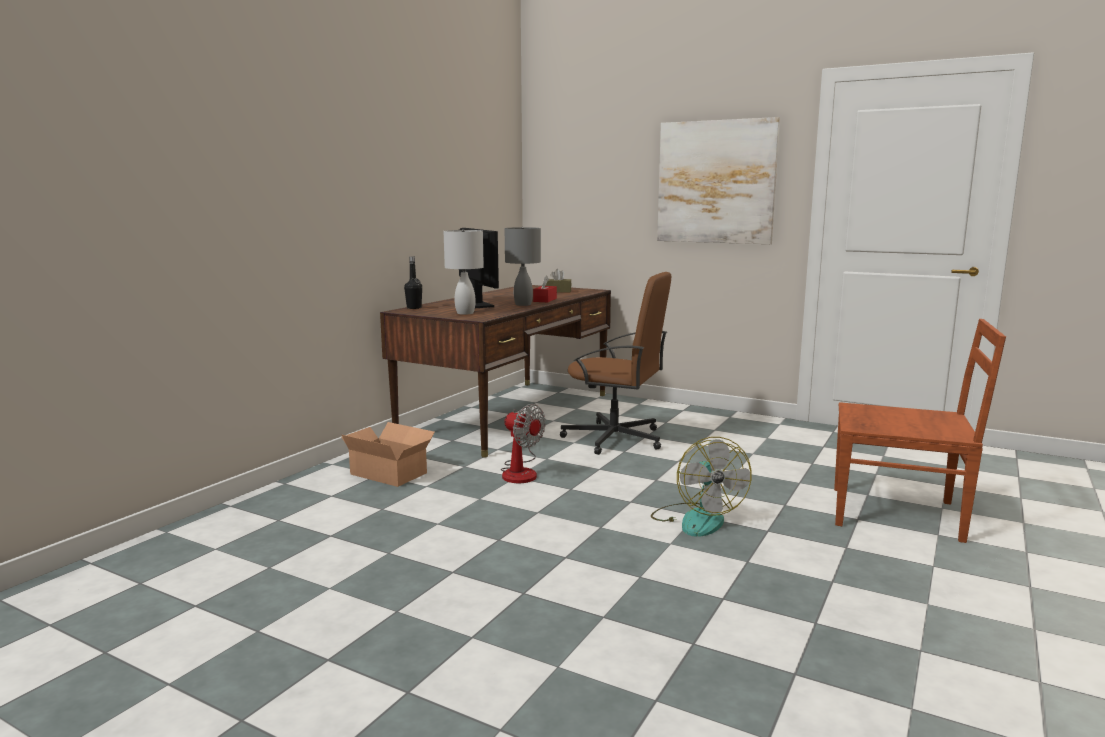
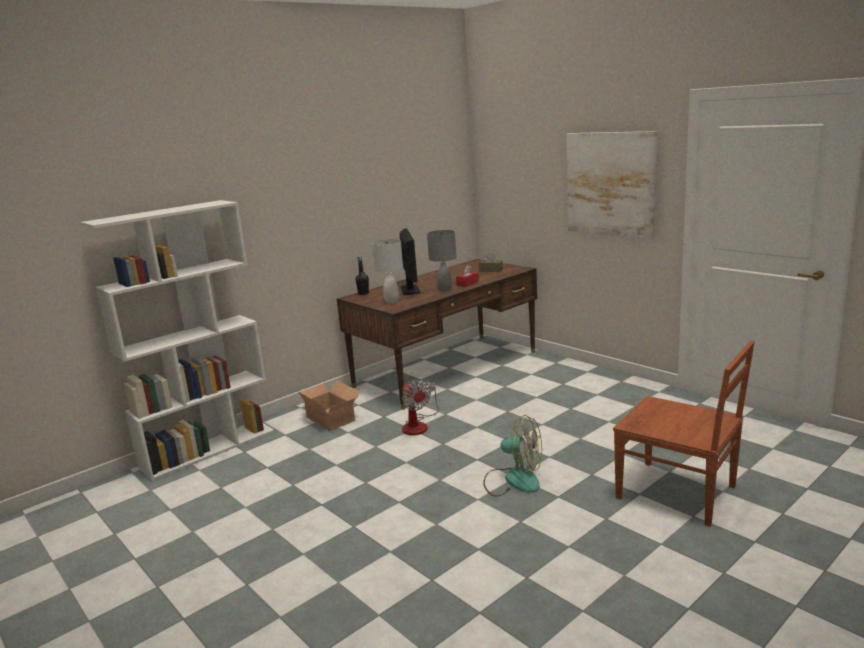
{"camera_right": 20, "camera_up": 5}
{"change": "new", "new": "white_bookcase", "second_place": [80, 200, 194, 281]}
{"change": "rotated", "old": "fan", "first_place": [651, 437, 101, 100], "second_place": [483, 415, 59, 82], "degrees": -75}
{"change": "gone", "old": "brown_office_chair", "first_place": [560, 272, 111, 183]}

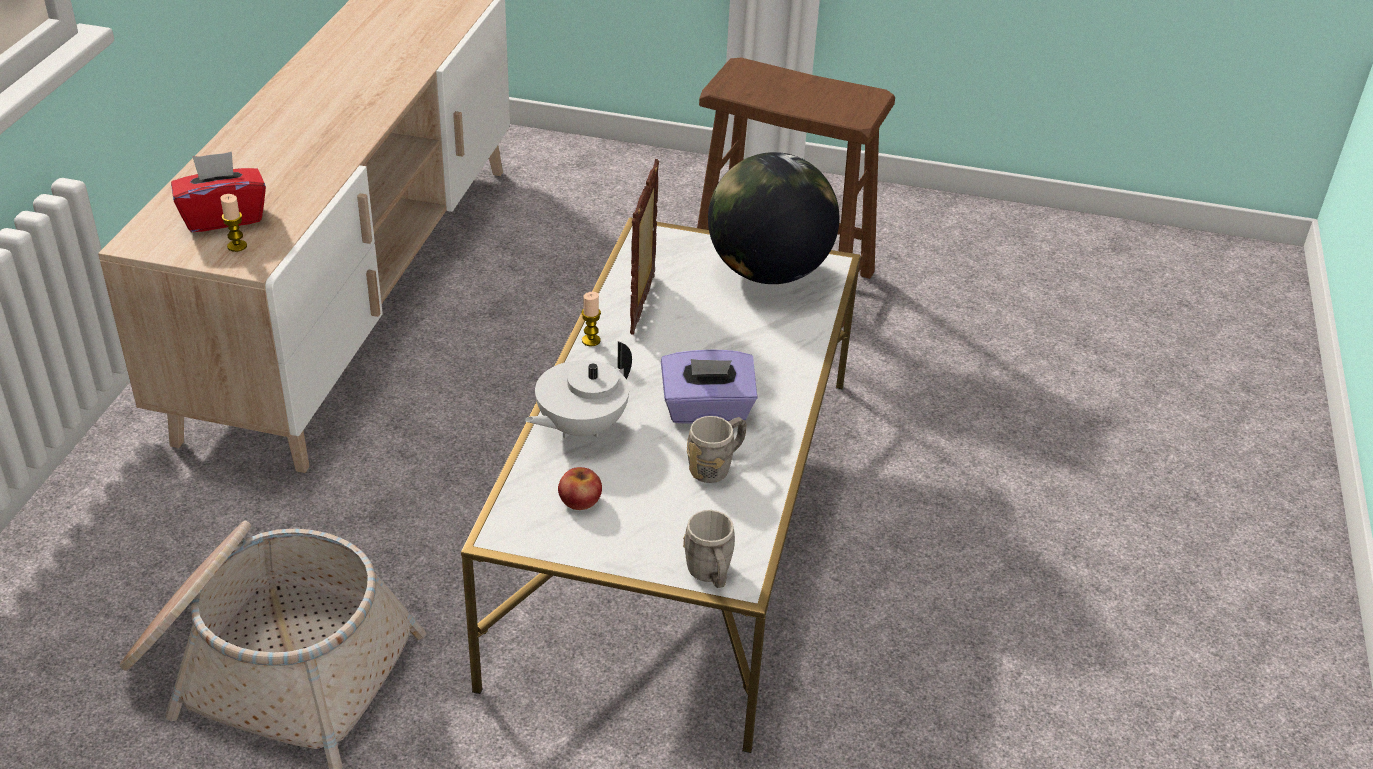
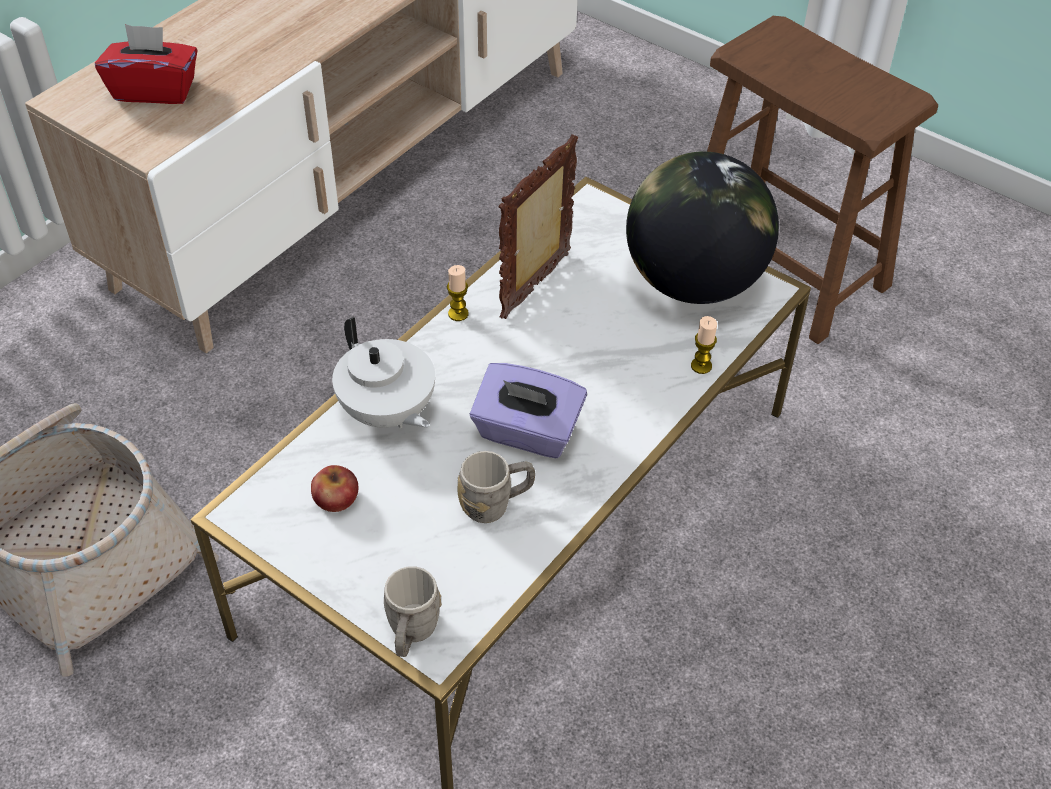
{"camera_right": 25, "camera_up": 10}
{"change": "rotated", "old": "white_teapot", "first_place": [525, 341, 107, 97], "second_place": [332, 317, 103, 111], "degrees": -105}
{"change": "shifted", "old": "candle", "first_place": [220, 194, 27, 58], "second_place": [691, 316, 26, 58]}

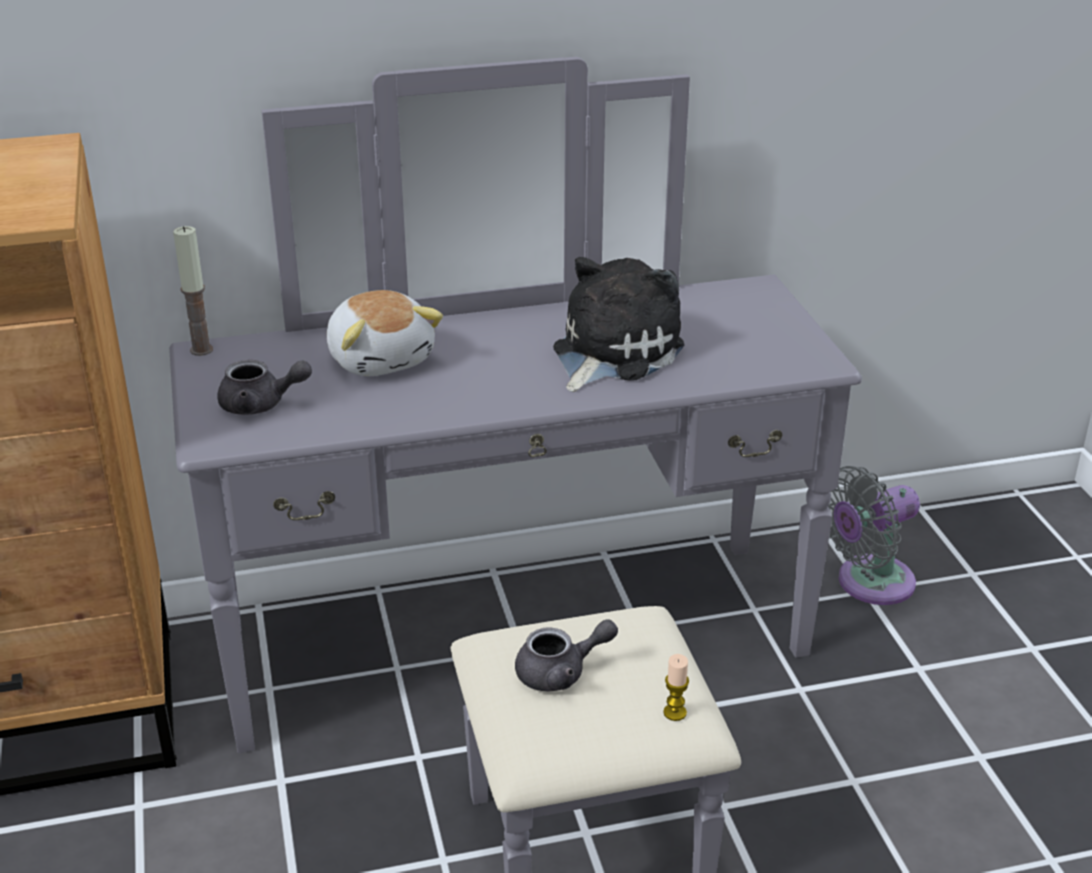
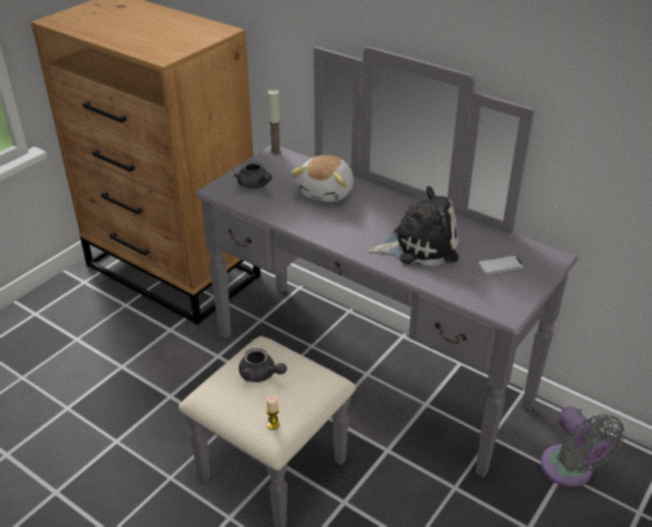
{"camera_right": 50, "camera_up": 5}
{"change": "new", "new": "phone", "second_place": [477, 255, 47, 20]}
{"change": "rotated", "old": "grey_fan", "first_place": [828, 466, 92, 139], "second_place": [541, 406, 84, 81], "degrees": -135}

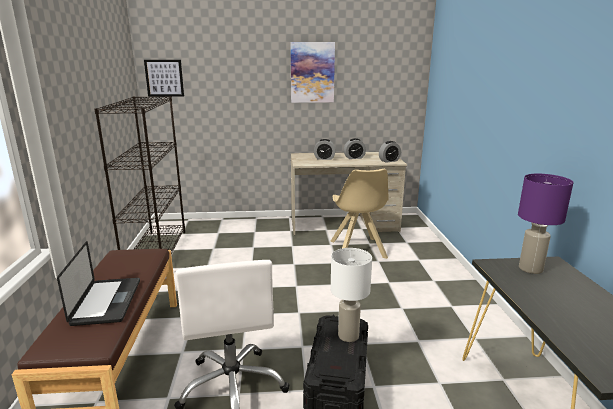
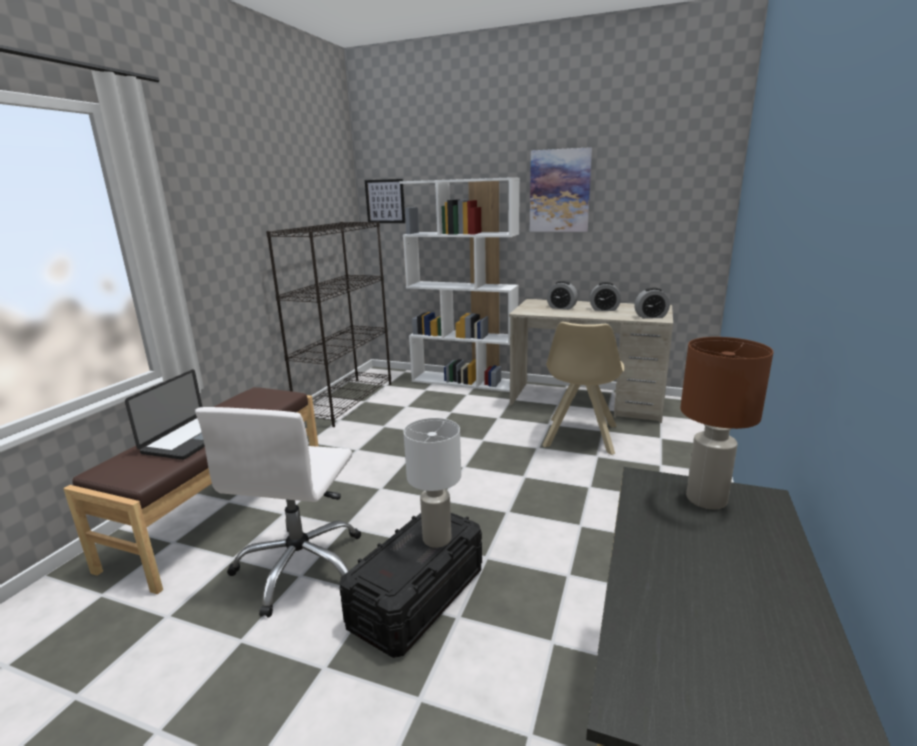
{"camera_right": 25, "camera_up": 0}
{"change": "new", "new": "white_bookcase", "second_place": [399, 177, 121, 215]}
{"change": "repainted", "old": "purple_table_lamp", "new": "brown_table_lamp", "first_place": [518, 174, 55, 100], "second_place": [680, 337, 93, 172]}

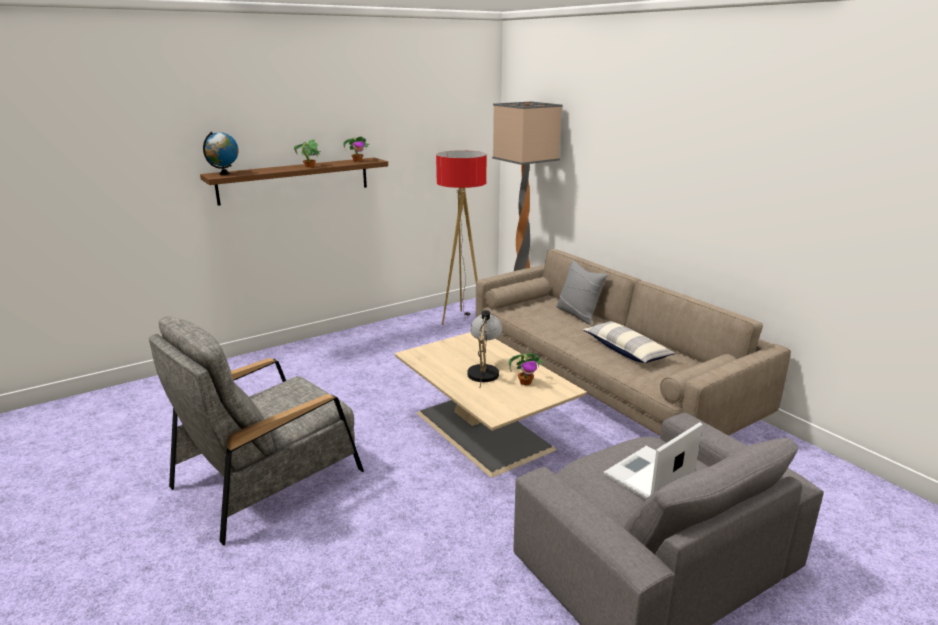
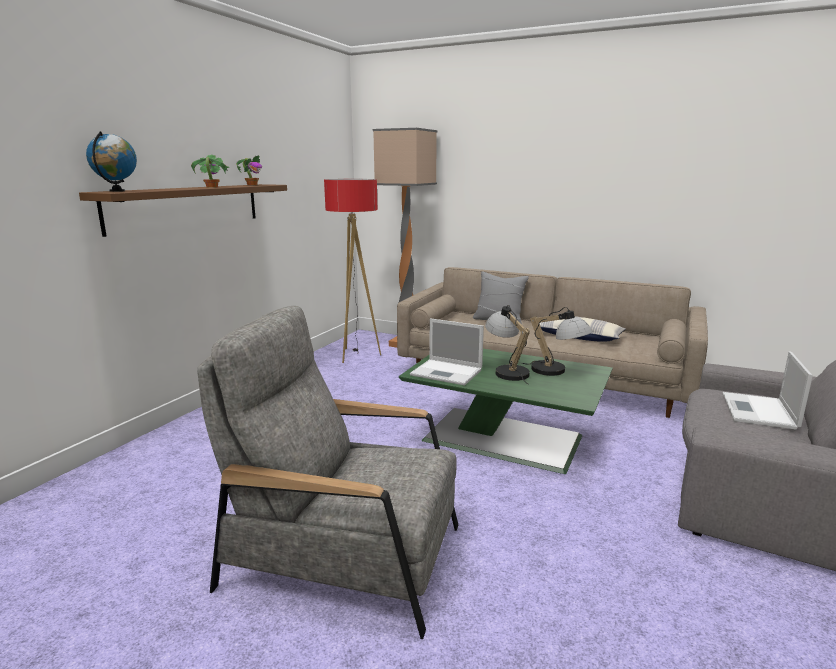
{"camera_right": -30, "camera_up": -5}
{"change": "rotated", "old": "grey_armchair", "first_place": [149, 316, 215, 230], "second_place": [197, 306, 261, 333], "degrees": 90}
{"change": "repainted", "old": "beige_coffee_table", "new": "green_coffee_table", "first_place": [394, 332, 193, 146], "second_place": [399, 349, 214, 125]}
{"change": "new", "new": "laptop", "second_place": [410, 318, 74, 68]}
{"change": "swapped", "old": "potted_plant", "new": "table_lamp", "first_place": [508, 353, 36, 32], "second_place": [522, 307, 70, 69]}

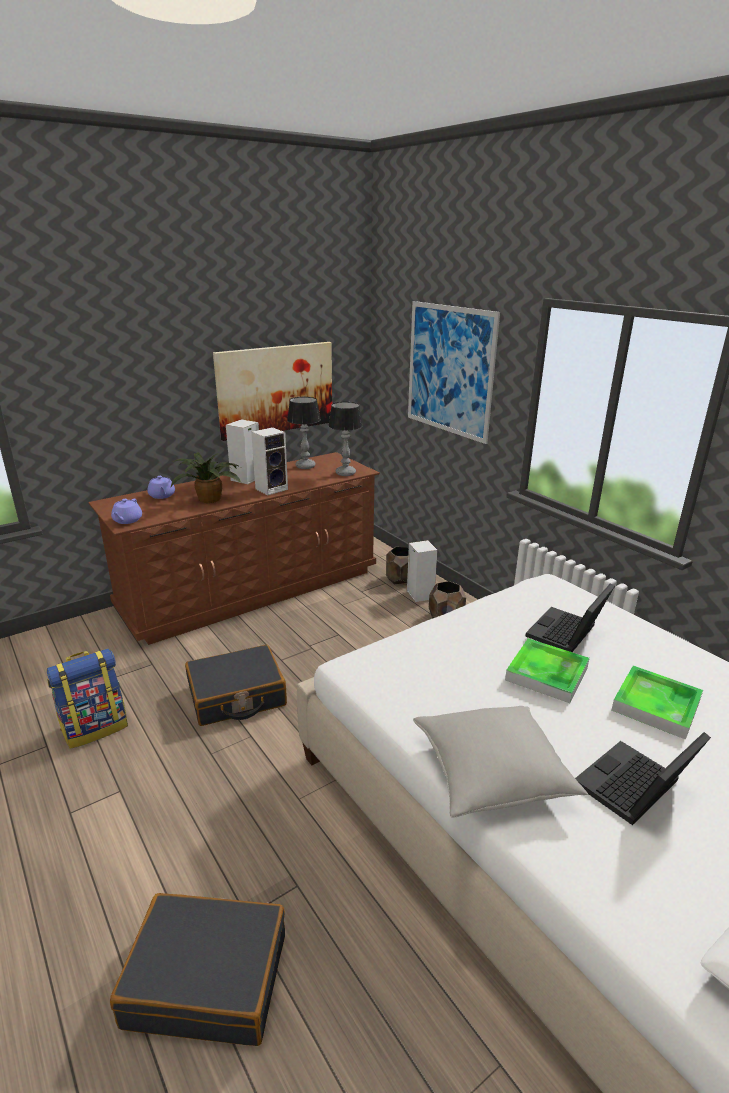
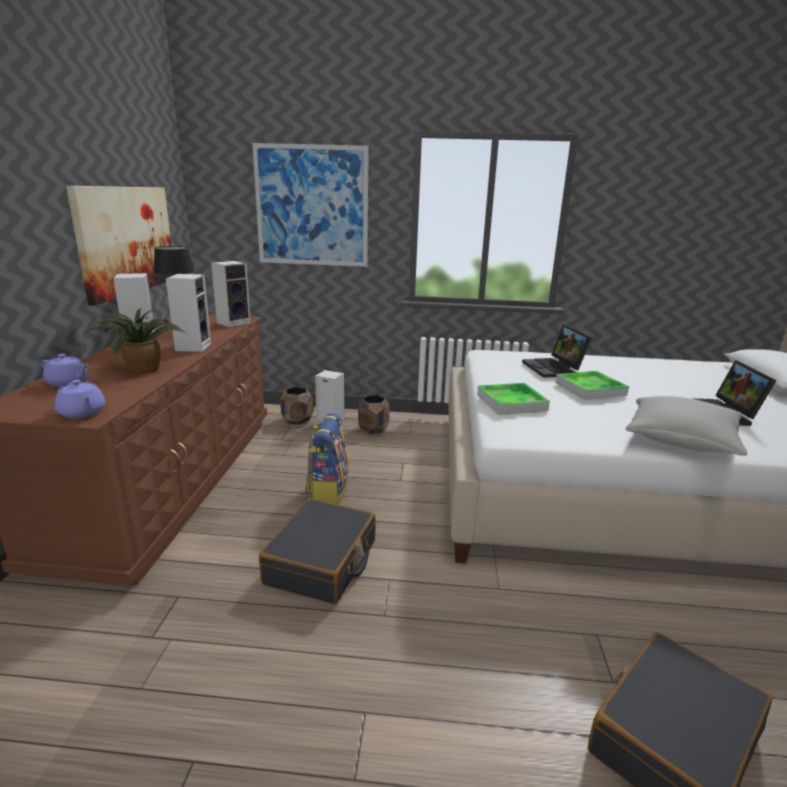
{"camera_right": -50, "camera_up": -5}
{"change": "swapped", "old": "table_lamp", "new": "speaker", "first_place": [328, 402, 35, 74], "second_place": [211, 261, 40, 66]}
{"change": "shifted", "old": "backpack", "first_place": [47, 648, 81, 101], "second_place": [305, 413, 44, 92]}
{"change": "shifted", "old": "tray", "first_place": [612, 665, 91, 75], "second_place": [477, 383, 73, 32]}

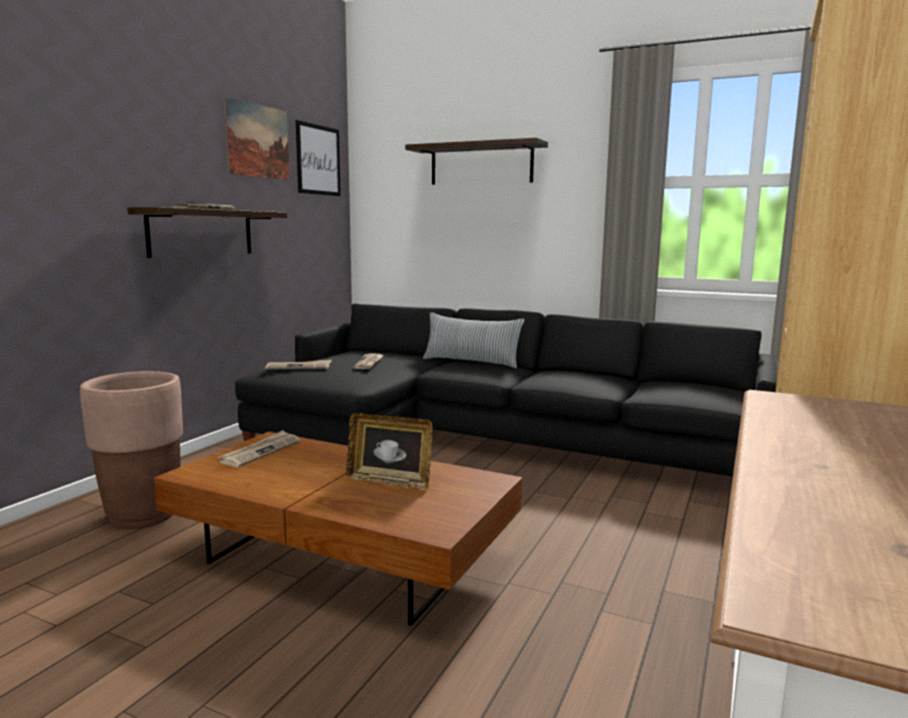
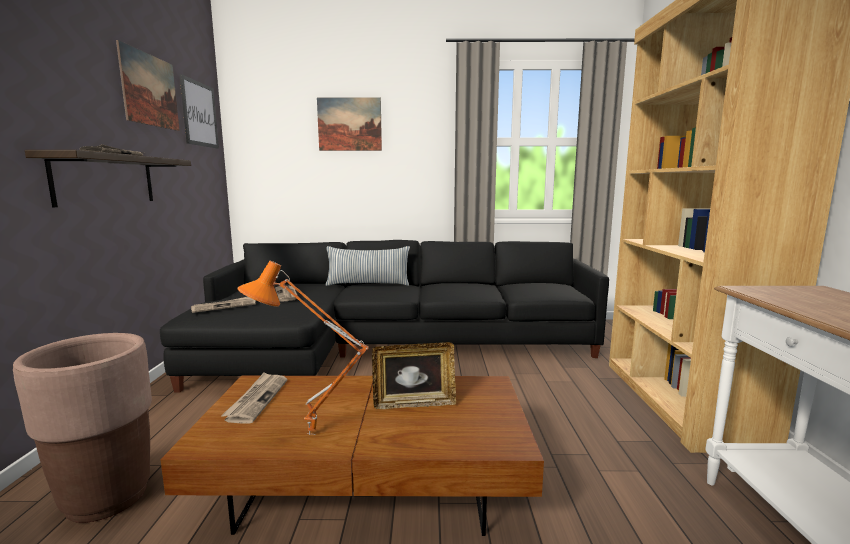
{"camera_right": -25, "camera_up": 0}
{"change": "new", "new": "orange_table_lamp", "second_place": [237, 261, 132, 174]}
{"change": "swapped", "old": "shelf", "new": "picture", "first_place": [405, 138, 143, 47], "second_place": [317, 98, 65, 53]}

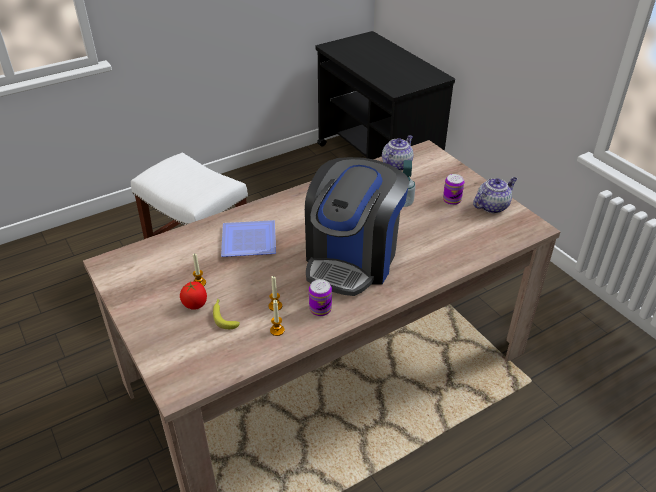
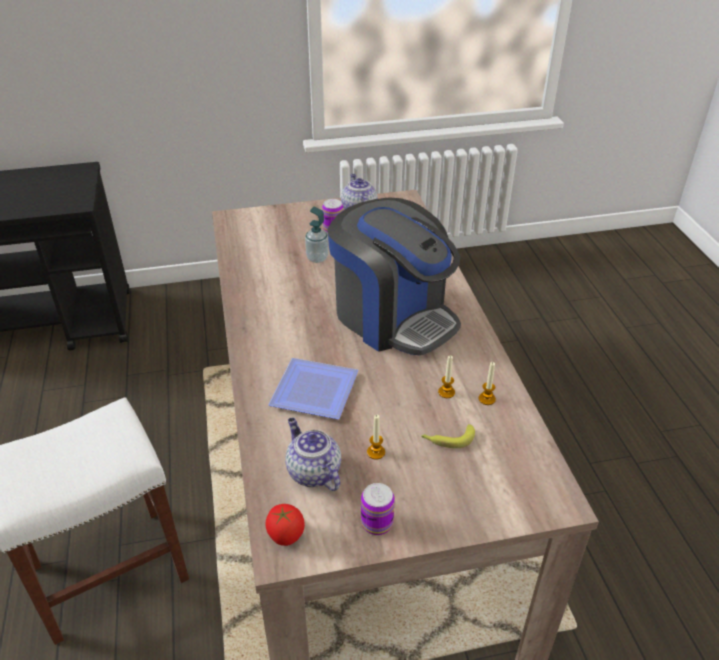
{"camera_right": -70, "camera_up": 0}
{"change": "shifted", "old": "tomato", "first_place": [180, 281, 27, 29], "second_place": [265, 504, 40, 42]}
{"change": "shifted", "old": "teapot", "first_place": [382, 135, 32, 36], "second_place": [286, 418, 55, 73]}
{"change": "shifted", "old": "can", "first_place": [309, 279, 23, 37], "second_place": [361, 483, 34, 52]}

